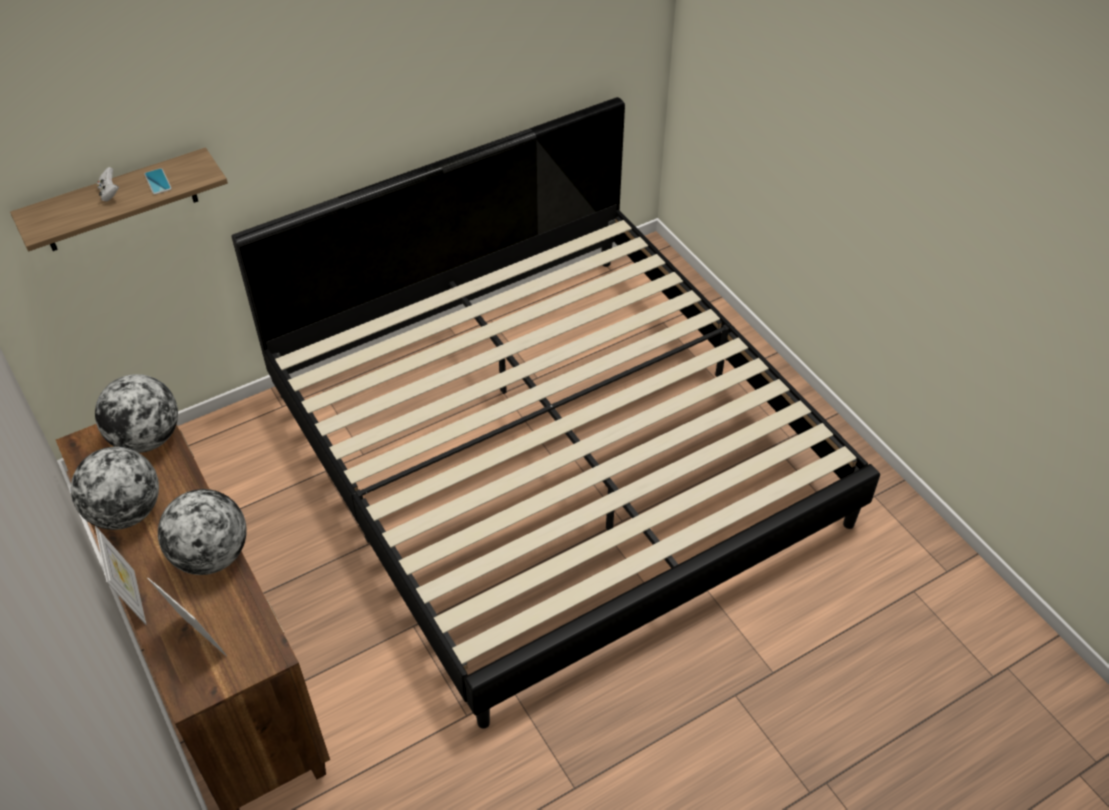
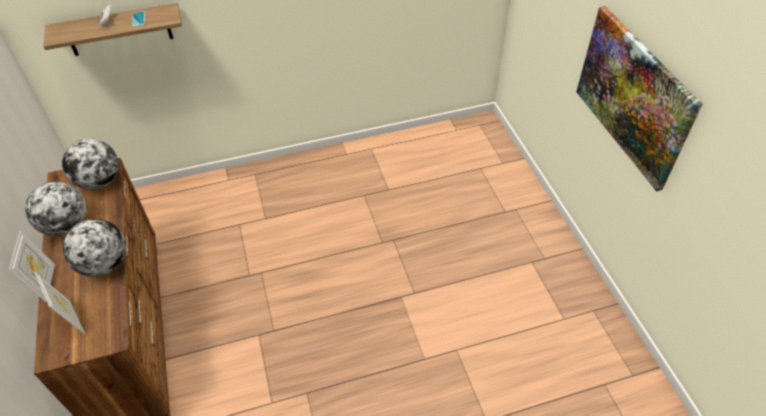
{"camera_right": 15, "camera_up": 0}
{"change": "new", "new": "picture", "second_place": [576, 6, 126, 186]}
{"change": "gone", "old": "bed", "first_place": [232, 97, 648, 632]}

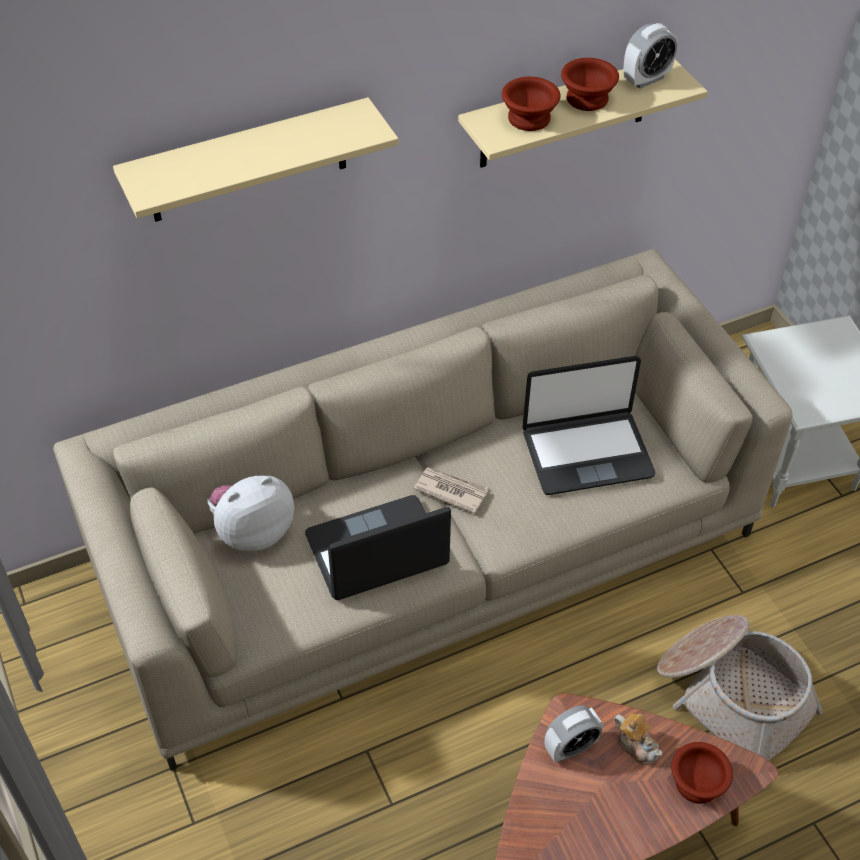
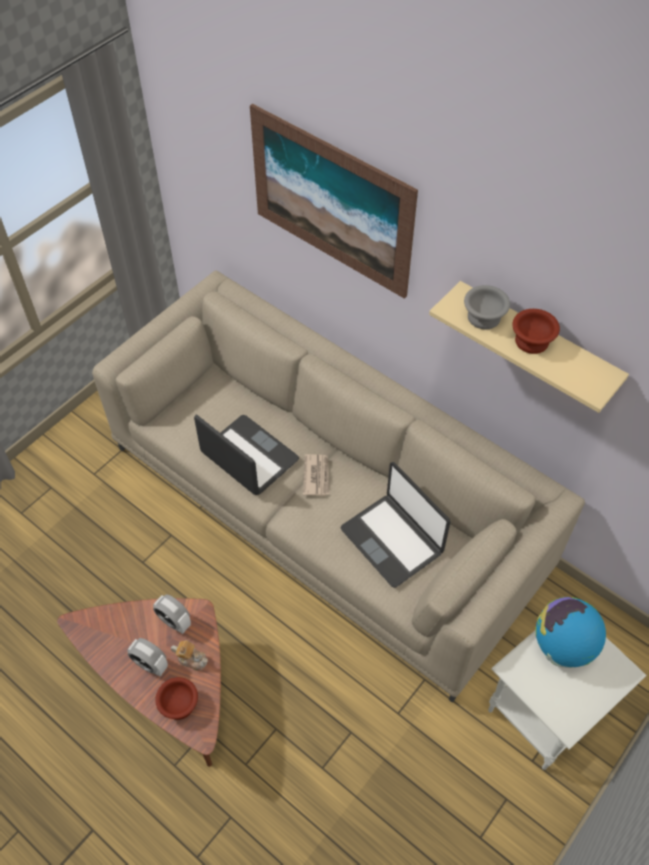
{"camera_right": 65, "camera_up": 5}
{"change": "shifted", "old": "alarm_clock", "first_place": [623, 23, 55, 66], "second_place": [127, 638, 41, 39]}
{"change": "rotated", "old": "teapot", "first_place": [614, 713, 49, 52], "second_place": [171, 640, 37, 31], "degrees": -90}
{"change": "swapped", "old": "beige_shelf", "new": "picture", "first_place": [113, 97, 286, 125], "second_place": [250, 104, 168, 195]}
{"change": "repainted", "old": "brown_bowl", "new": "grey_bowl", "first_place": [502, 77, 59, 54], "second_place": [464, 285, 46, 44]}
{"change": "new", "new": "globe", "second_place": [535, 597, 71, 71]}
{"change": "gone", "old": "plush_toy", "first_place": [207, 475, 87, 76]}
{"change": "gone", "old": "basket", "first_place": [657, 615, 166, 146]}

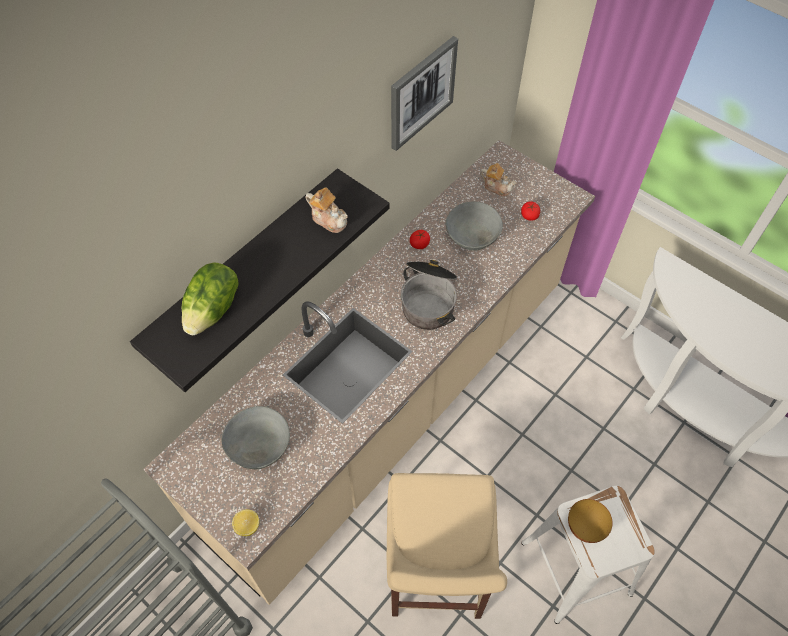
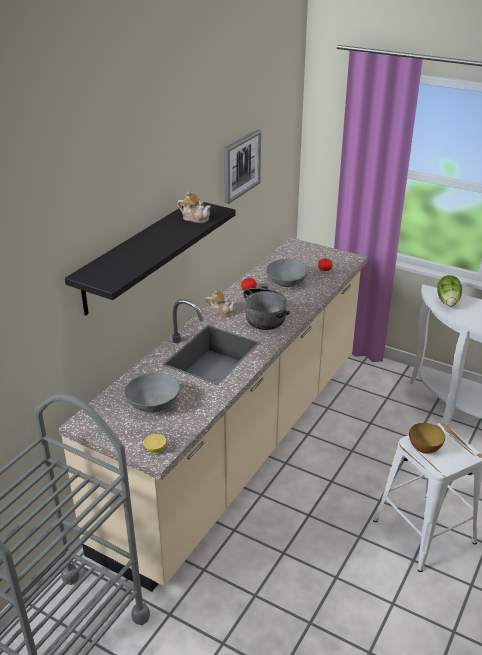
{"camera_right": -10, "camera_up": -25}
{"change": "shifted", "old": "teapot", "first_place": [480, 163, 37, 33], "second_place": [205, 290, 31, 27]}
{"change": "shifted", "old": "lettuce", "first_place": [182, 263, 57, 72], "second_place": [437, 275, 25, 31]}
{"change": "gone", "old": "beige_chair", "first_place": [387, 473, 120, 146]}

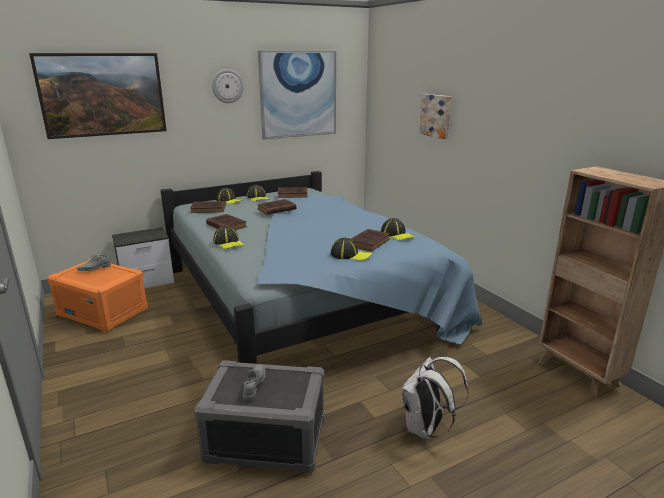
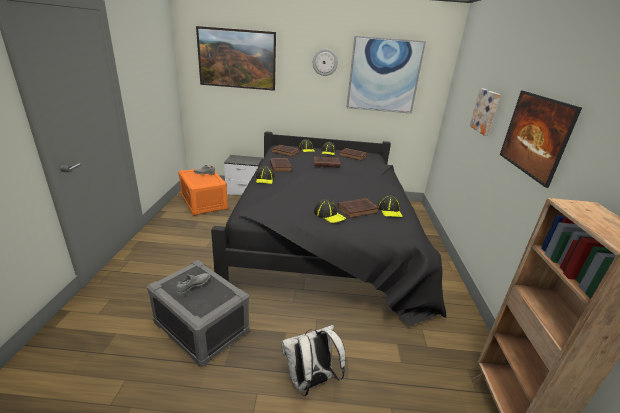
{"camera_right": 30, "camera_up": 5}
{"change": "repainted", "old": "blue_bed", "new": "black_bed", "first_place": [161, 171, 321, 193], "second_place": [211, 131, 235, 195]}
{"change": "new", "new": "picture", "second_place": [500, 91, 82, 97]}

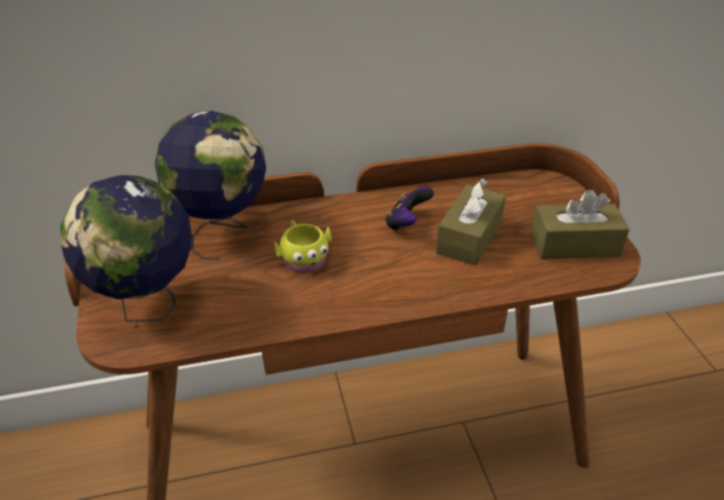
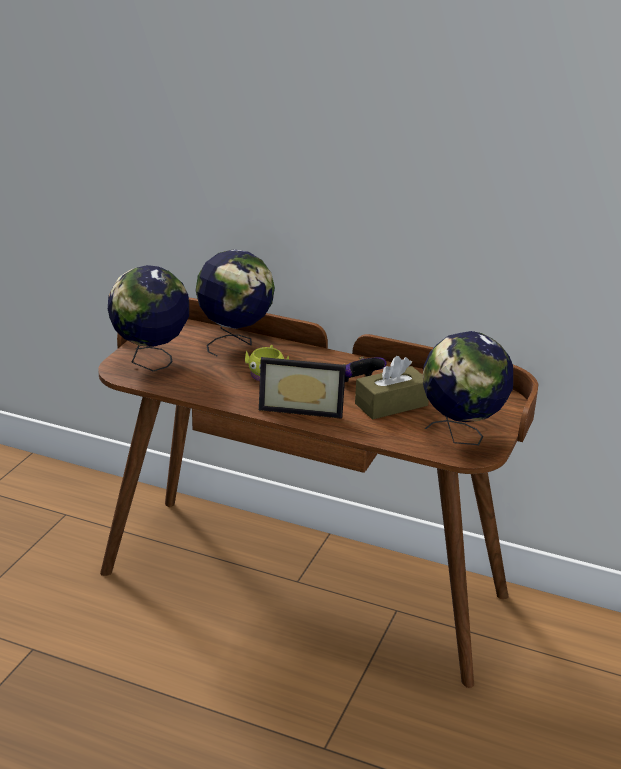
{"camera_right": 35, "camera_up": -10}
{"change": "new", "new": "picture_frame", "second_place": [259, 357, 87, 62]}
{"change": "swapped", "old": "brown_tissue_box", "new": "globe", "first_place": [531, 189, 99, 70], "second_place": [423, 331, 90, 114]}

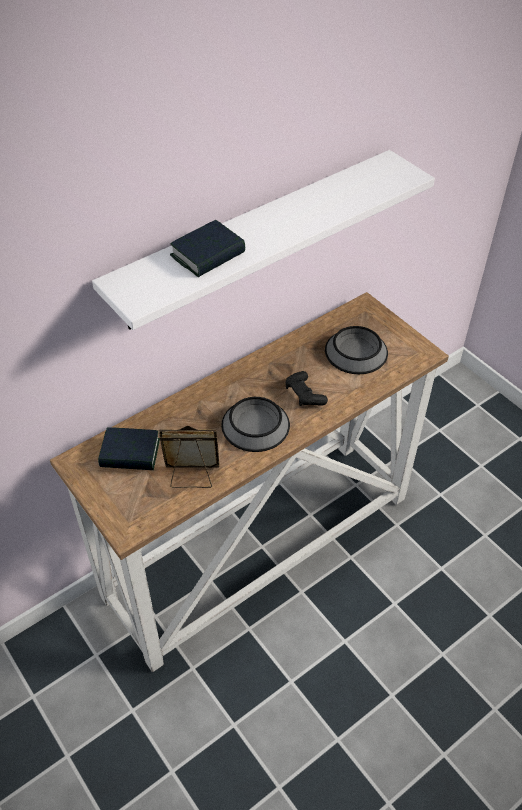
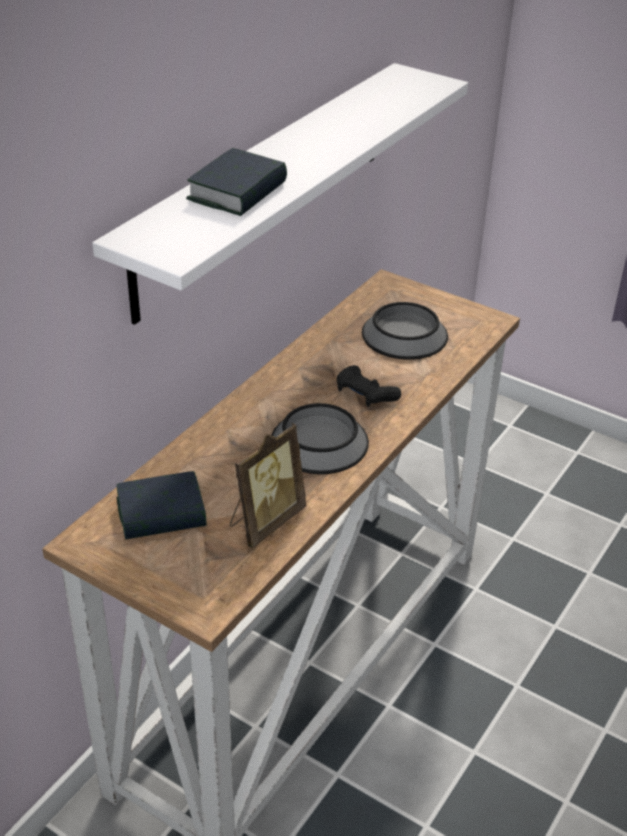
{"camera_right": -20, "camera_up": -10}
{"change": "rotated", "old": "picture_frame", "first_place": [159, 426, 60, 62], "second_place": [230, 423, 76, 125], "degrees": 150}

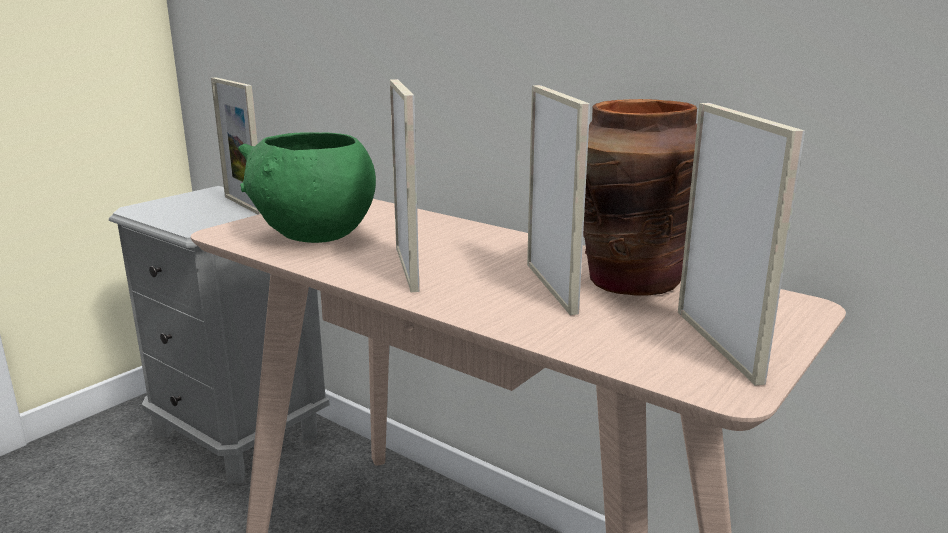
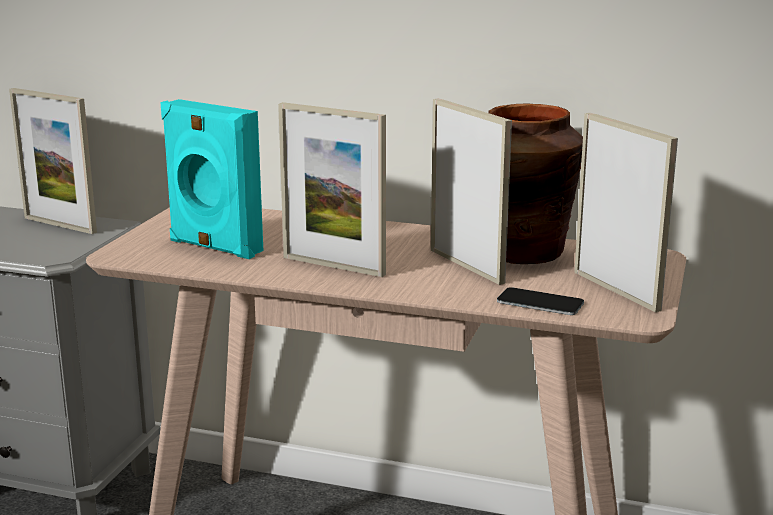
{"camera_right": -20, "camera_up": 0}
{"change": "swapped", "old": "green_bowl", "new": "turquoise_speaker", "first_place": [238, 132, 138, 111], "second_place": [160, 99, 103, 160]}
{"change": "rotated", "old": "picture_frame", "first_place": [390, 79, 29, 213], "second_place": [278, 102, 108, 175], "degrees": 150}
{"change": "new", "new": "phone", "second_place": [497, 287, 87, 28]}

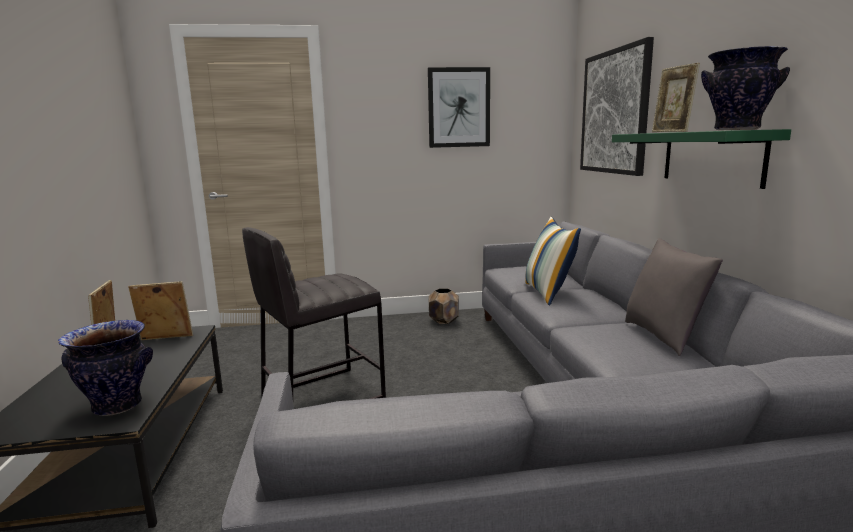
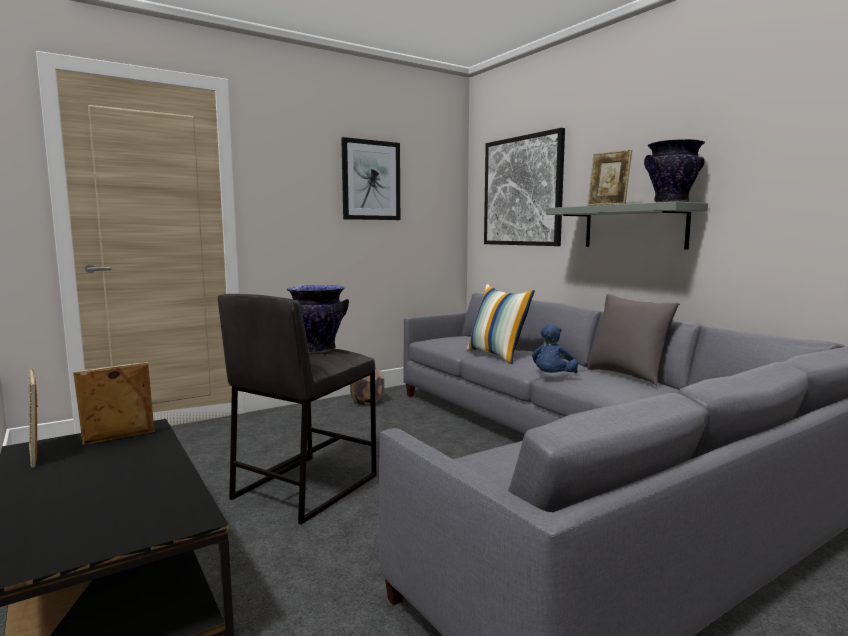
{"camera_right": -25, "camera_up": -5}
{"change": "shifted", "old": "vase", "first_place": [58, 320, 95, 96], "second_place": [287, 285, 62, 68]}
{"change": "new", "new": "blue_plush_toy", "second_place": [532, 324, 46, 49]}
{"change": "repainted", "old": "green_shelf", "new": "grey_shelf", "first_place": [612, 129, 179, 60], "second_place": [546, 202, 162, 48]}

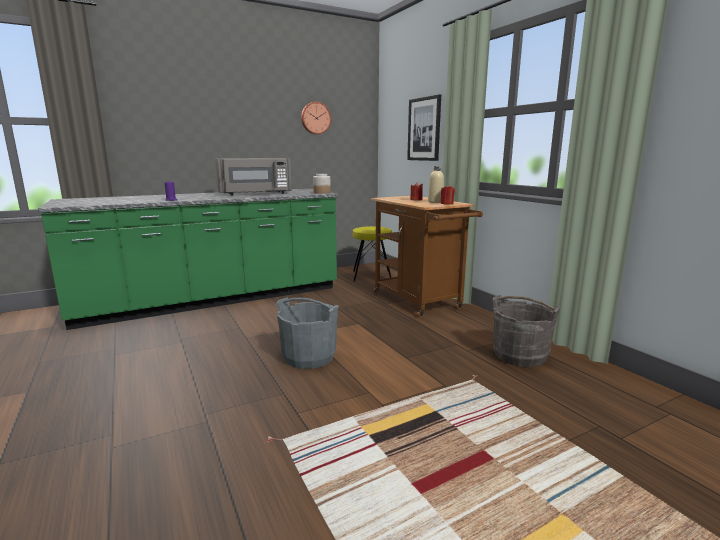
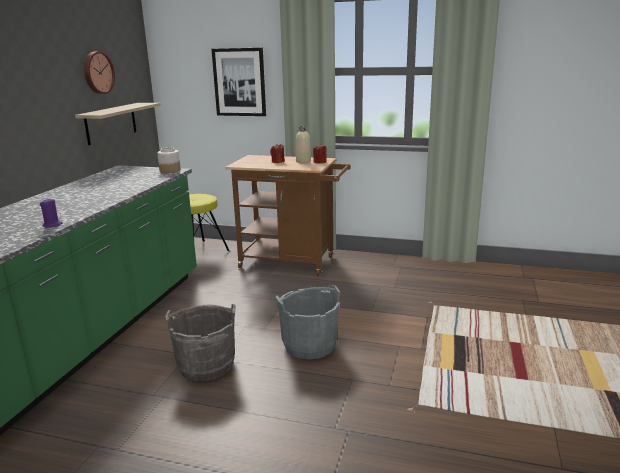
{"camera_right": -45, "camera_up": 5}
{"change": "new", "new": "shelf", "second_place": [75, 103, 86, 42]}
{"change": "shifted", "old": "grey_bucket", "first_place": [493, 295, 68, 72], "second_place": [165, 304, 71, 77]}
{"change": "gone", "old": "grey_microwave", "first_place": [215, 158, 77, 38]}

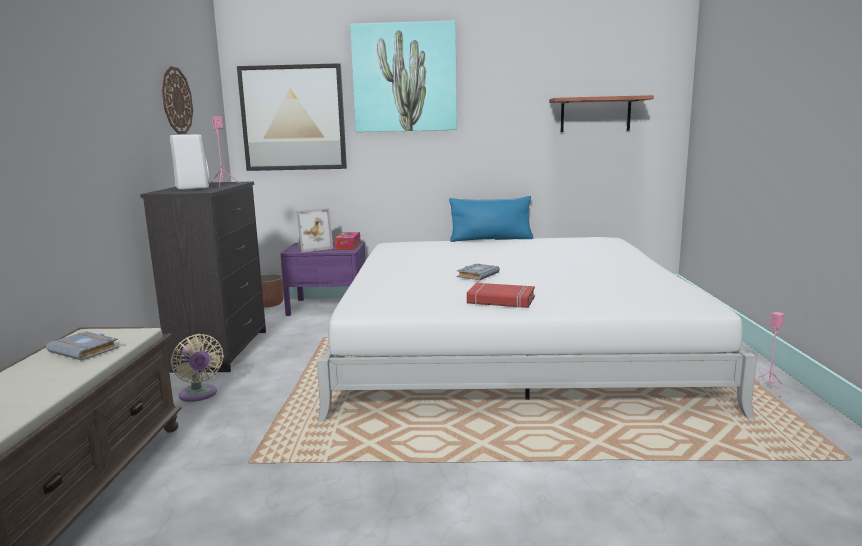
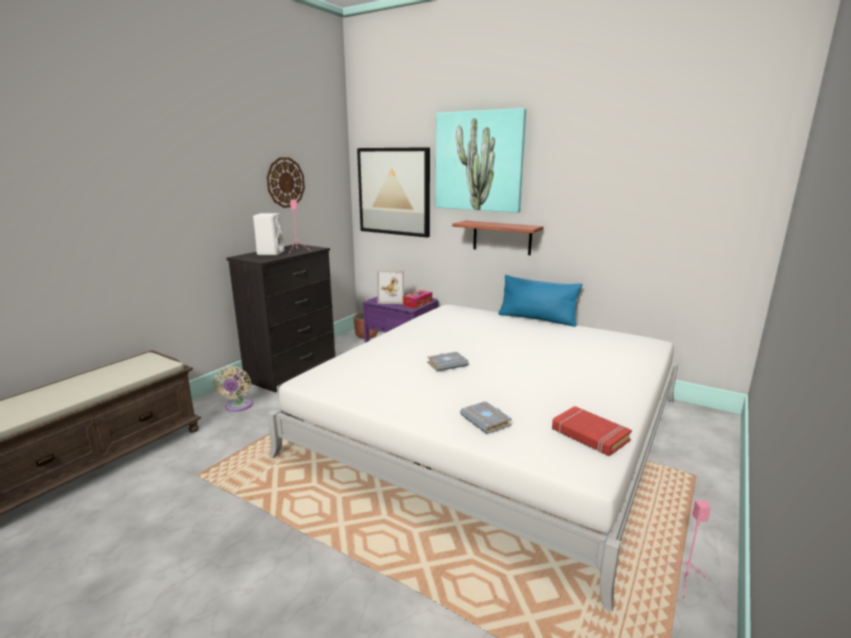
{"camera_right": 30, "camera_up": 5}
{"change": "shifted", "old": "shelf", "first_place": [549, 95, 105, 37], "second_place": [452, 220, 92, 35]}
{"change": "shifted", "old": "grey_book", "first_place": [46, 331, 73, 30], "second_place": [460, 401, 52, 33]}
{"change": "shifted", "old": "red_book", "first_place": [467, 283, 68, 25], "second_place": [552, 406, 80, 50]}

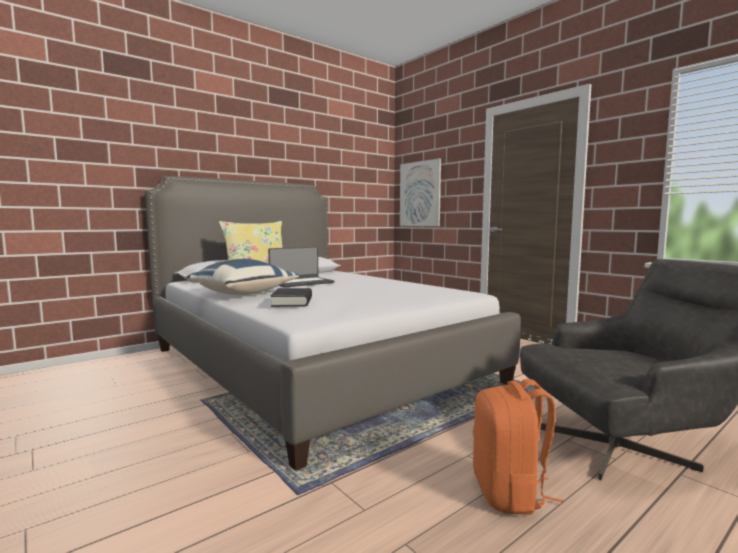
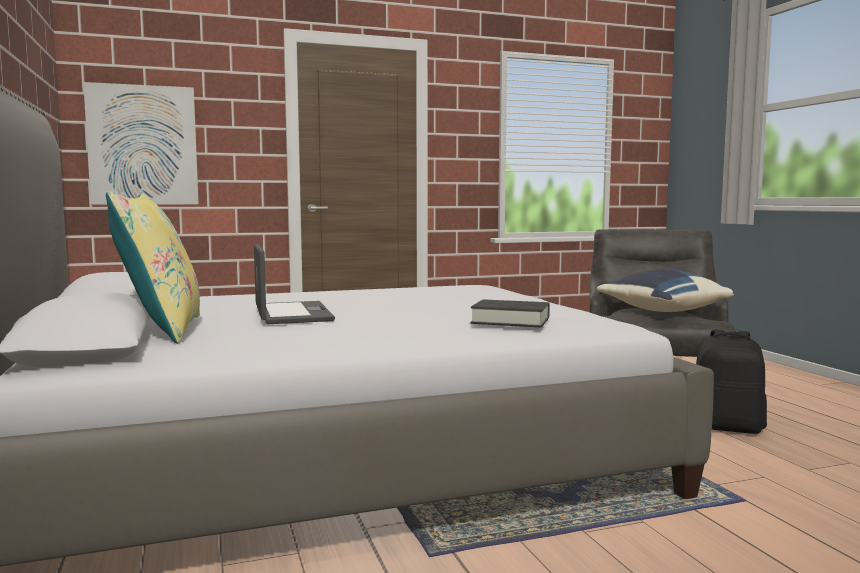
{"camera_right": -70, "camera_up": 0}
{"change": "shifted", "old": "blue_pillow", "first_place": [187, 259, 112, 36], "second_place": [597, 269, 137, 43]}
{"change": "repainted", "old": "orange_backpack", "new": "black_backpack", "first_place": [473, 379, 91, 136], "second_place": [696, 329, 71, 105]}

